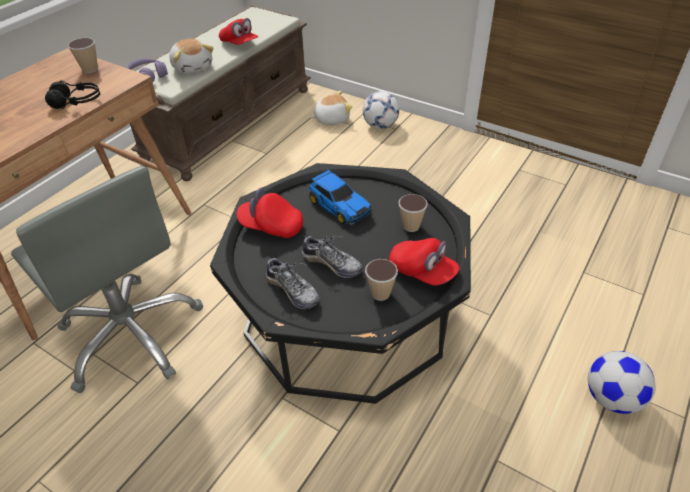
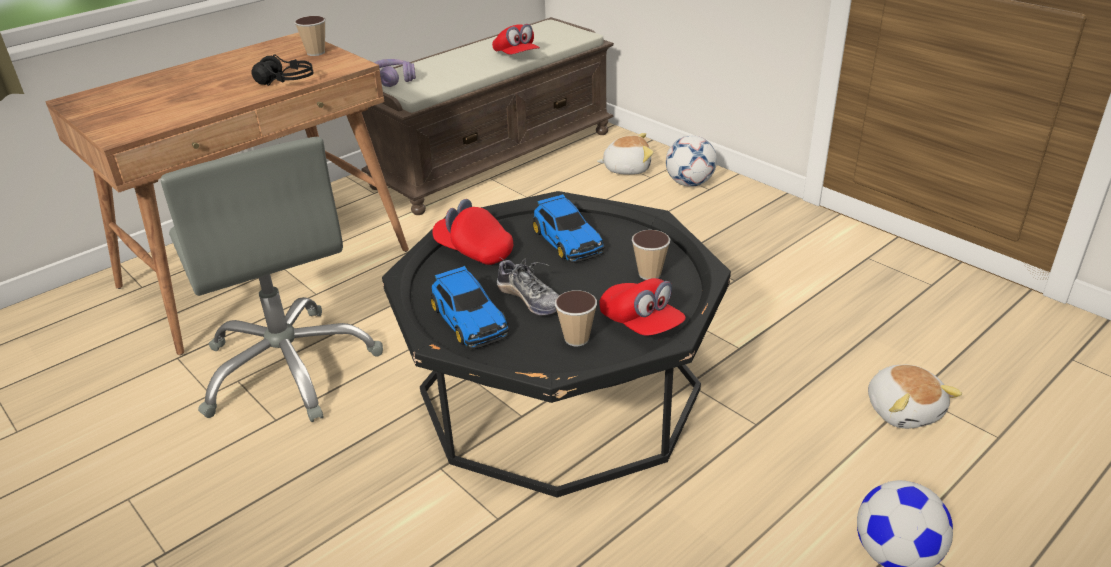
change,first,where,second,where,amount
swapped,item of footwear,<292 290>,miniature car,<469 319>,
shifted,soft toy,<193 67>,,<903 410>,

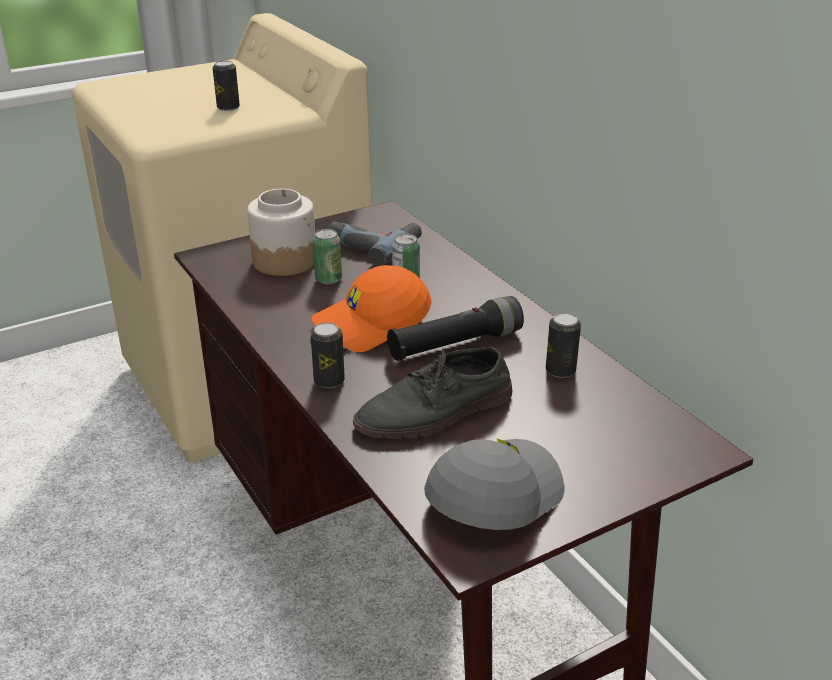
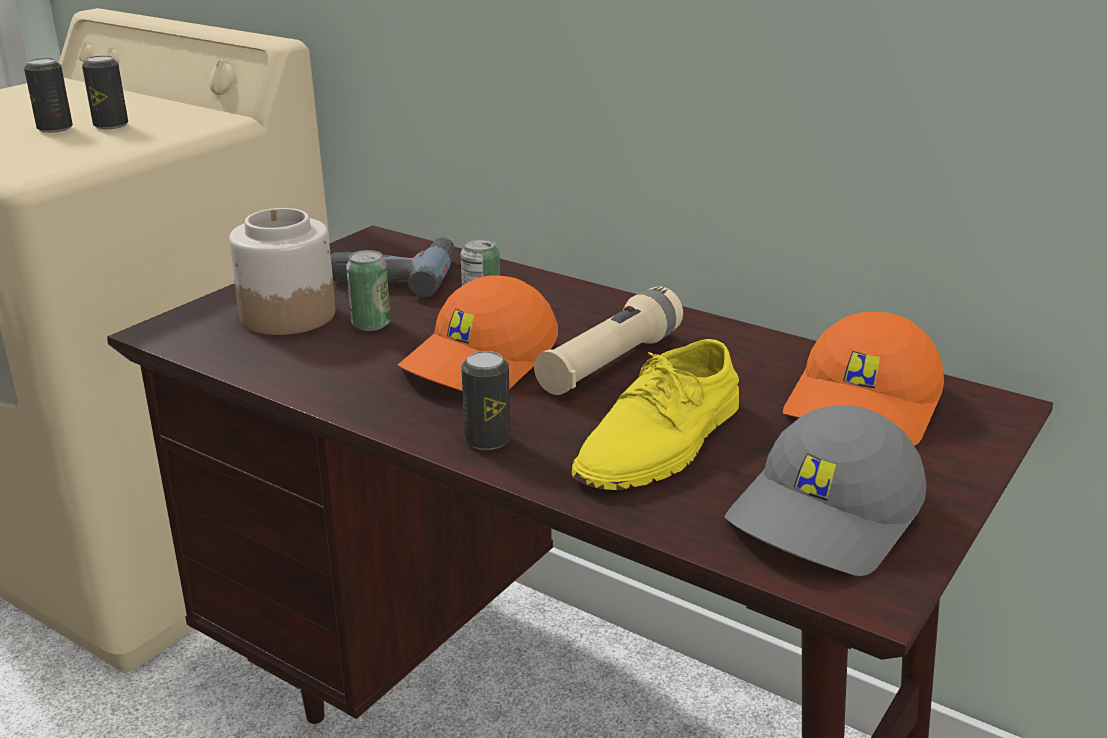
change,first,where,second,where,amount
shifted,metal can,<560 370>,,<55 129>,
repainted,black-coloured torch,<455 345>,beige torch,<610 363>,
repainted,grey item of footwear,<435 412>,yellowish item of footwear,<662 442>,
rotated,grey cap,<492 495>,,<827 518>,150 degrees counterclockwise
new,,,orange cap,<865 407>,

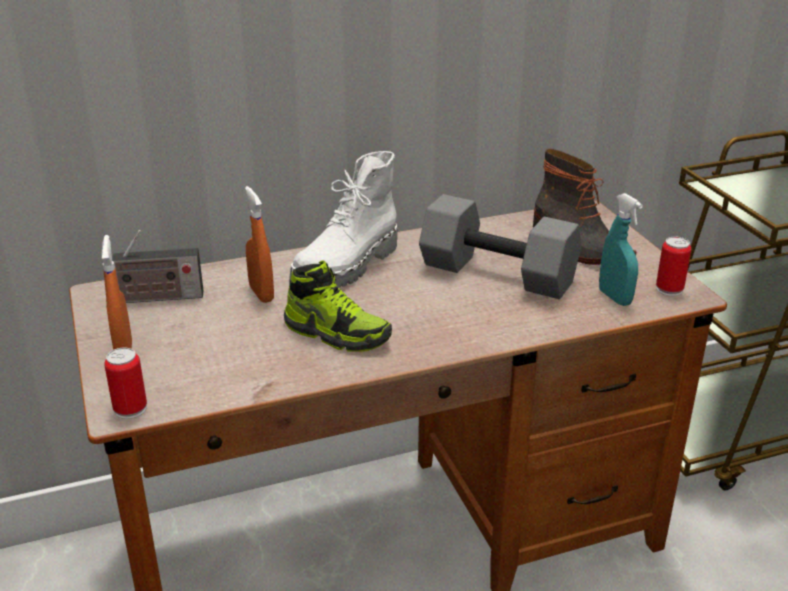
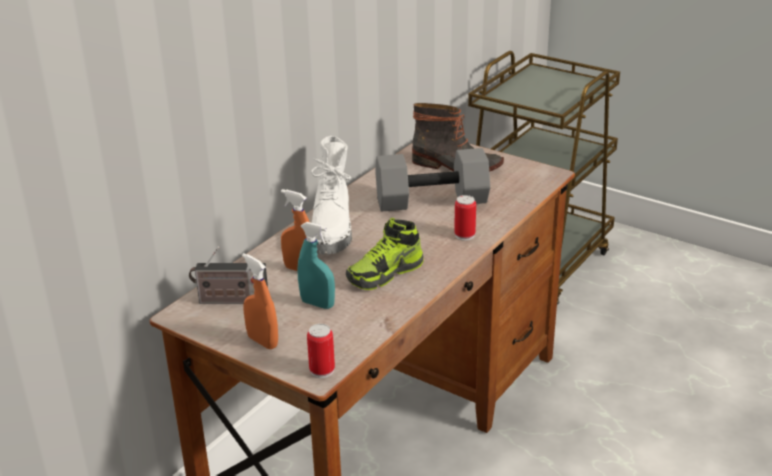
change,first,where,second,where,amount
rotated,radio set,<157 298>,,<230 301>,45 degrees clockwise
shifted,turquoise sprayer,<615 297>,,<317 304>,
rotated,item of footwear,<337 333>,,<385 274>,150 degrees clockwise
shifted,metal can,<669 289>,,<464 235>,

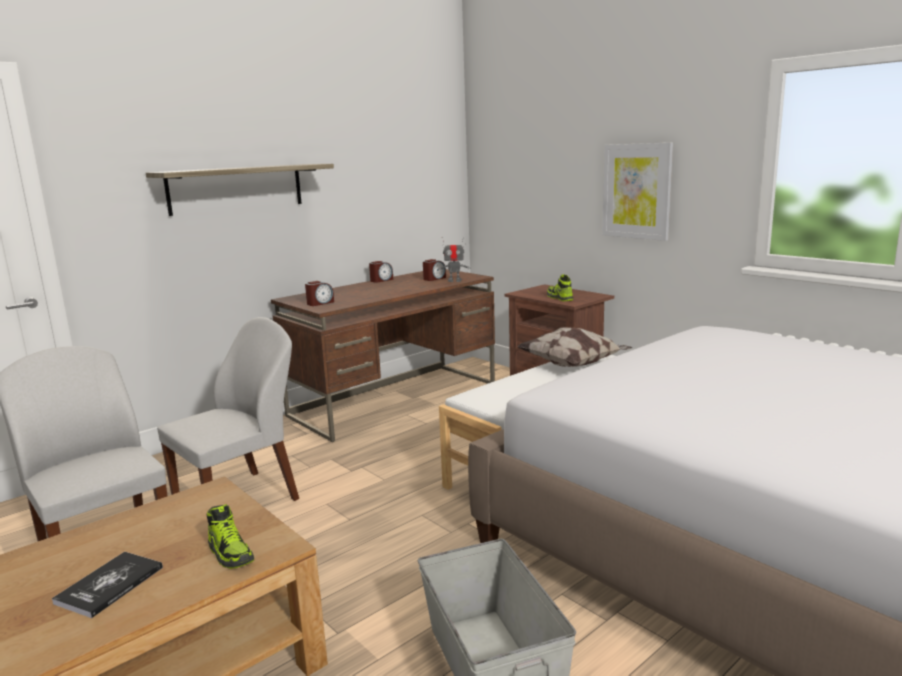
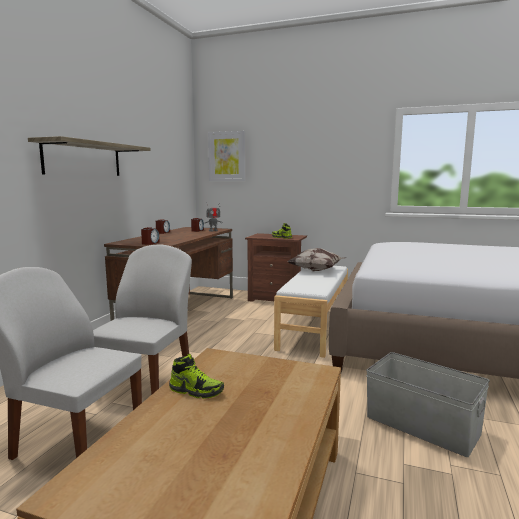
change,first,where,second,where,amount
shifted,item of footwear,<230 553>,,<196 391>,
shifted,wall art,<637 191>,,<227 156>,
gone,book,<110 585>,,,

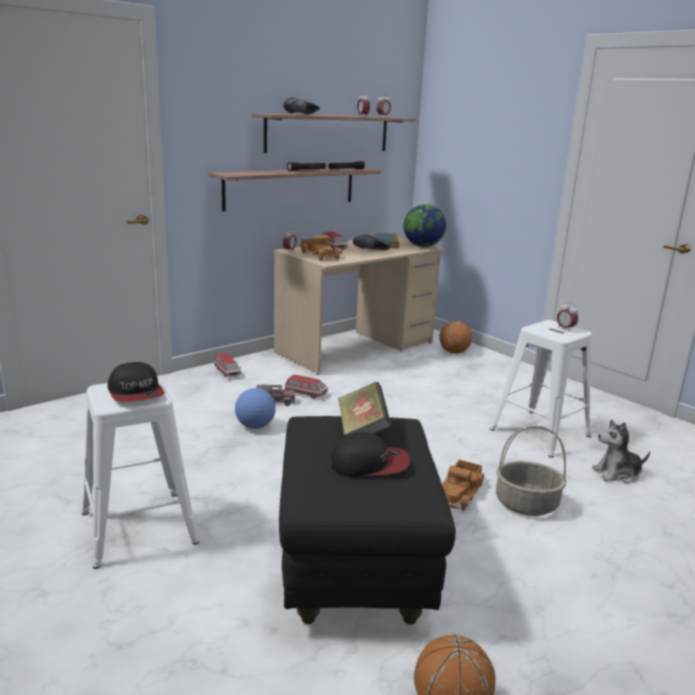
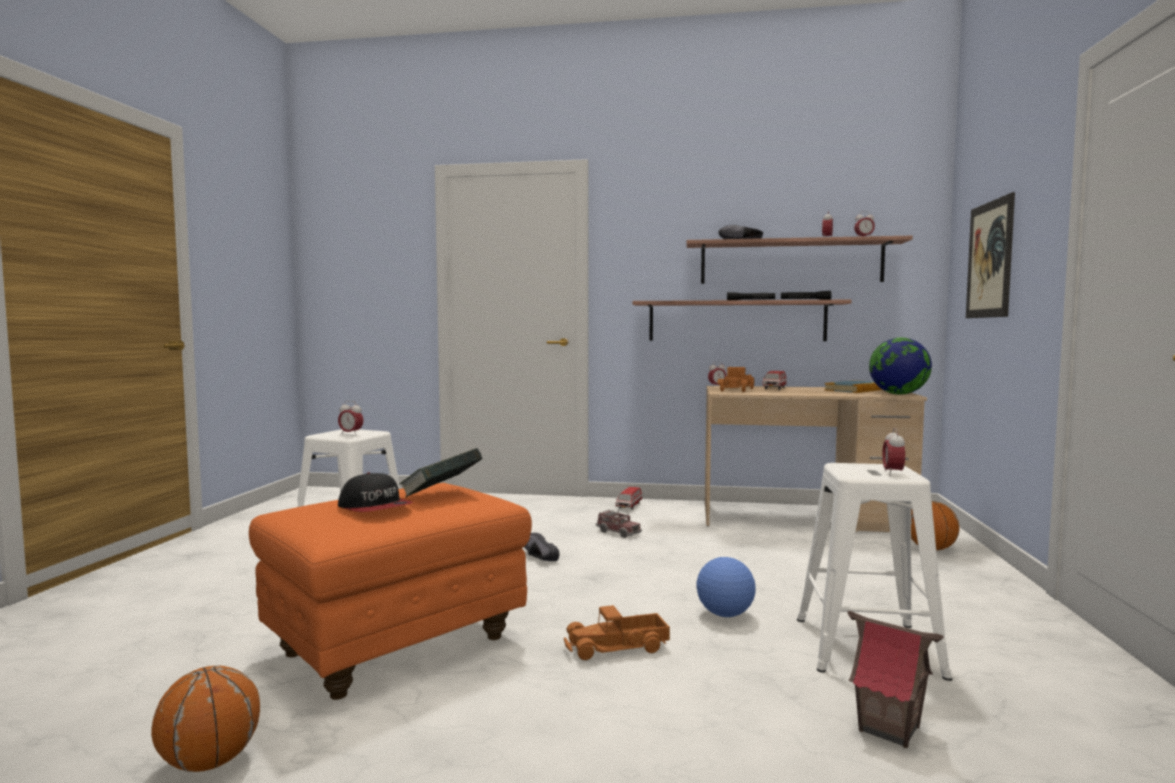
change,first,where,second,where,amount
repainted,black-coloured footrest,<353 567>,orange footrest,<397 646>,
swapped,cap,<136 393>,alarm clock,<351 434>,
shifted,black-coloured item of footwear,<372 250>,,<535 557>,
shifted,football,<255 426>,,<725 614>,
swapped,soft toy,<617 474>,miniature house,<889 729>,
new,,,wall art,<989 260>,
gone,miniature car,<306 393>,,,
gone,storage basket,<525 504>,,,

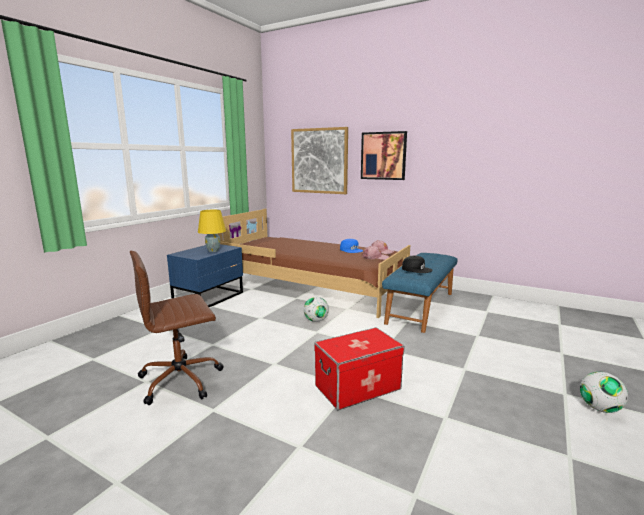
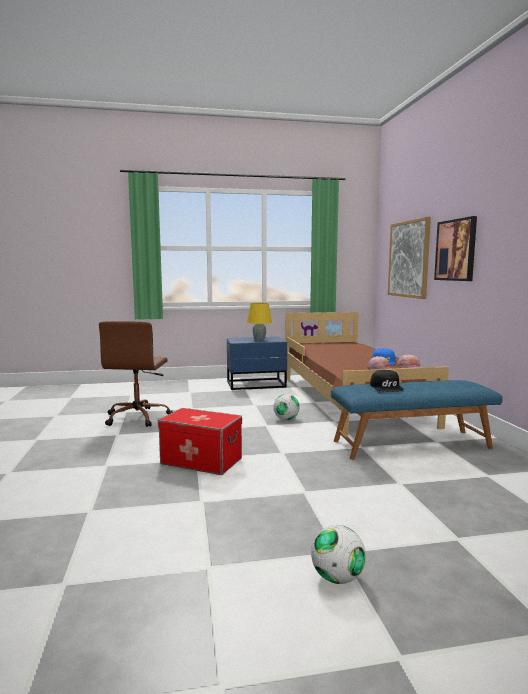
change,first,where,second,where,amount
rotated,brownish desk chair,<182 380>,,<138 417>,105 degrees counterclockwise

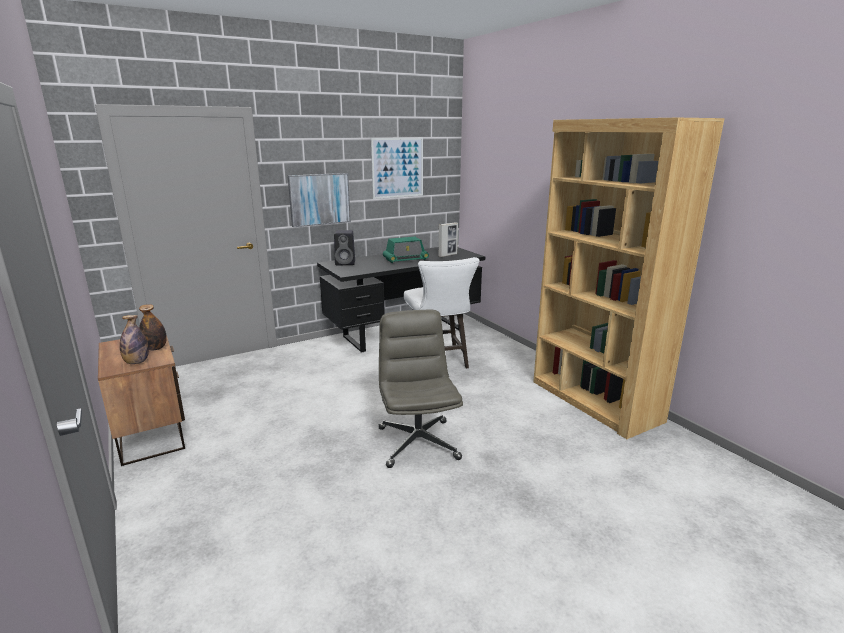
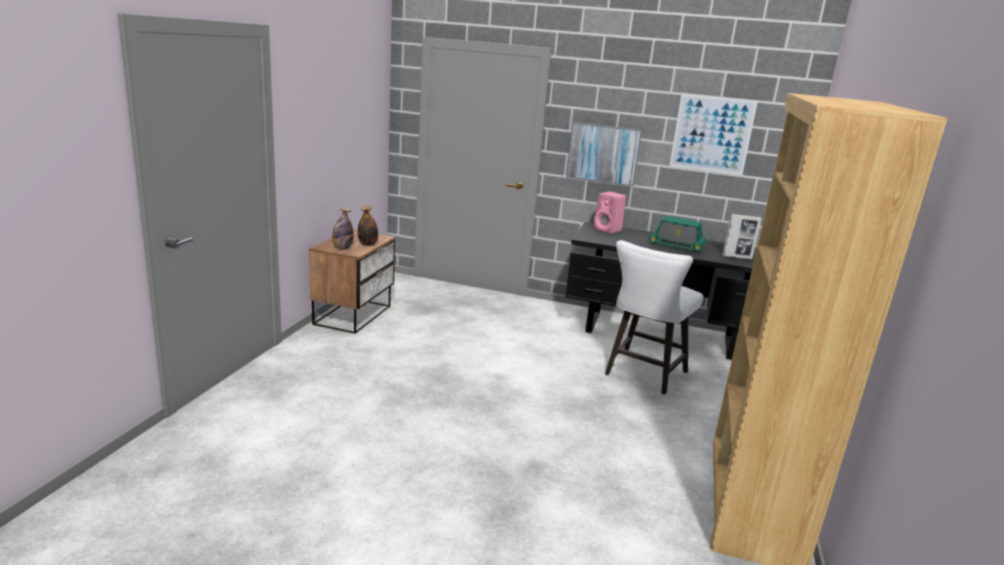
change,first,where,second,where,amount
repainted,black-coloured audio speaker,<346 263>,pink audio speaker,<608 230>,
gone,grey desk chair,<417 442>,,,

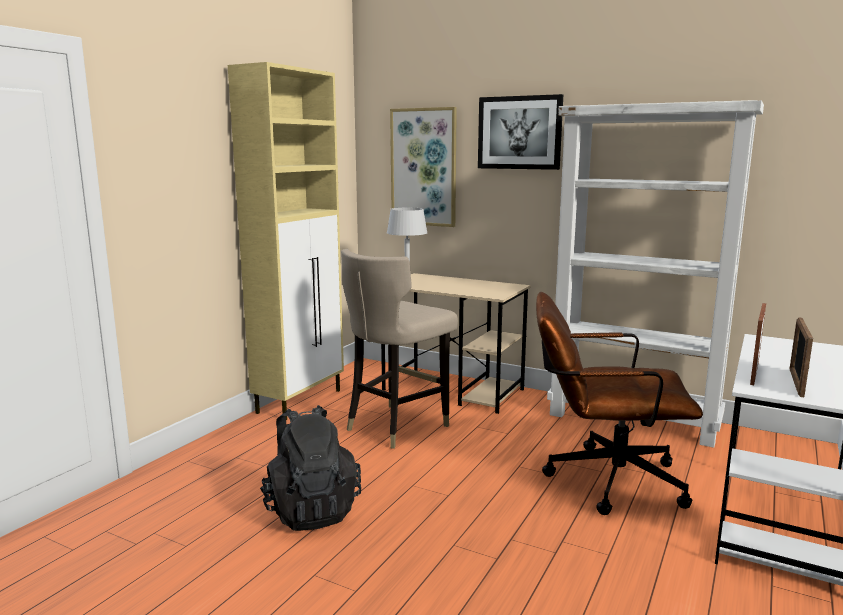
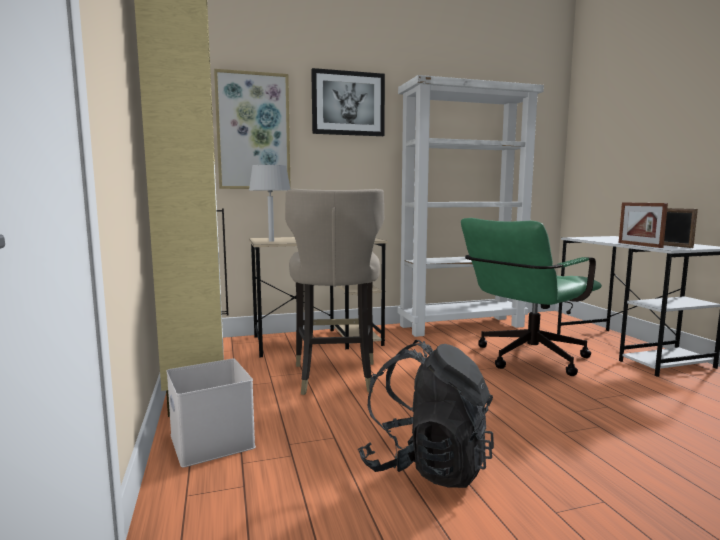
change,first,where,second,where,amount
new,,,white-coloured storage container,<210 440>,
repainted,brownish desk chair,<602 479>,green desk chair,<525 359>,

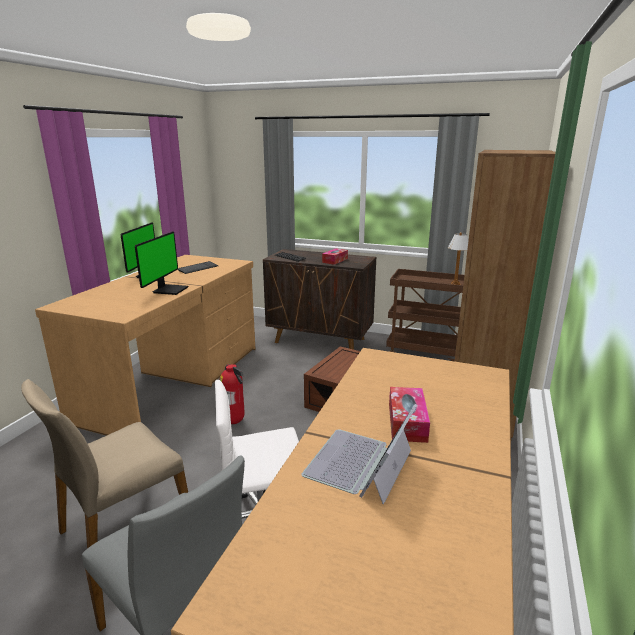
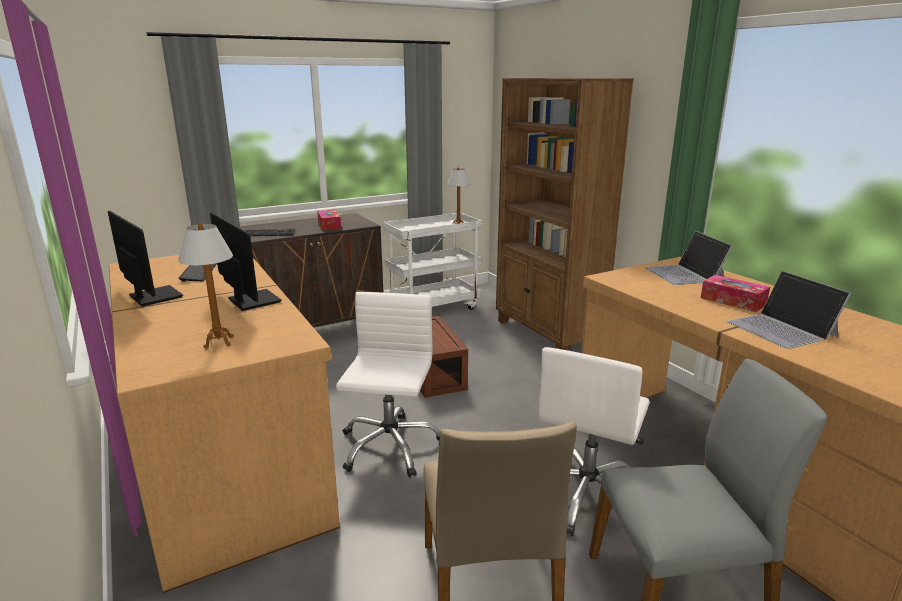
change,first,where,second,where,amount
new,,,lamp for a table,<219 342>,
swapped,fire extinguisher,<235 422>,white-coloured desk chair,<389 446>,
repainted,brownish cart,<427 354>,white-coloured cart,<433 308>,
new,,,notebook computer,<684 274>,

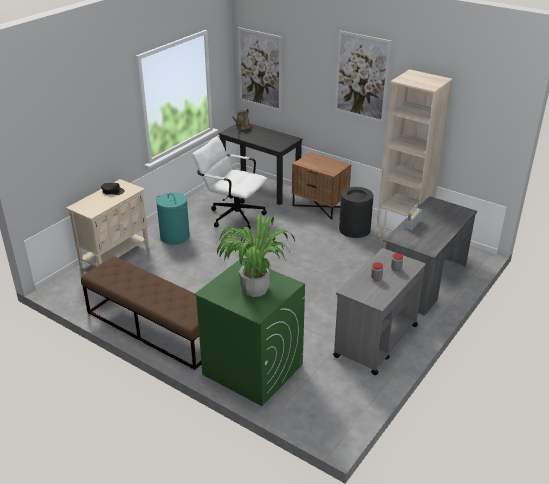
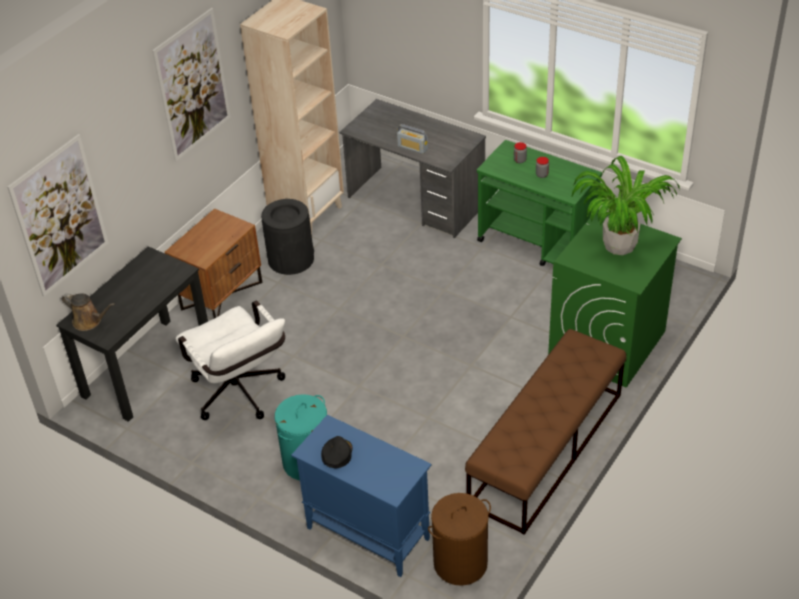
change,first,where,second,where,amount
rotated,white-coloured desk chair,<232 215>,,<241 396>,60 degrees counterclockwise
repainted,beige cabinet,<115 256>,bluish cabinet,<367 533>,
new,,,brownish laundry basket,<460 563>,
repainted,grey cart,<375 341>,green cart,<537 244>,

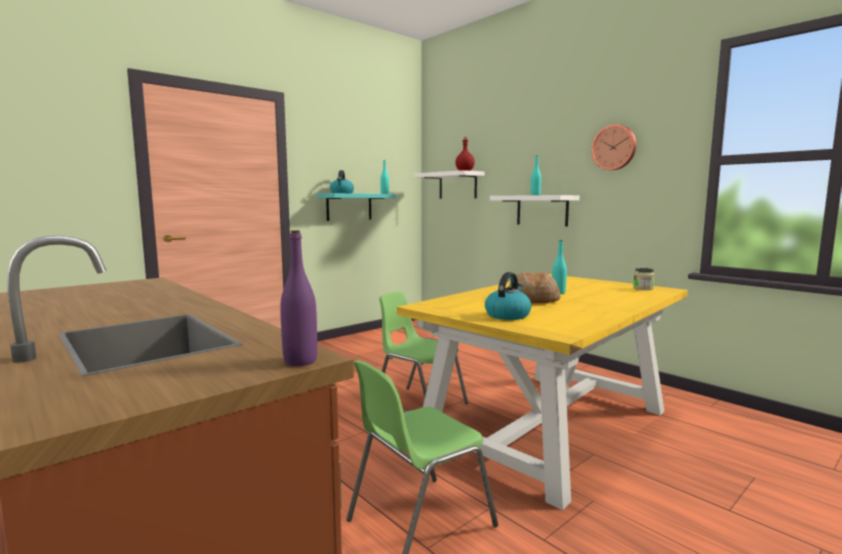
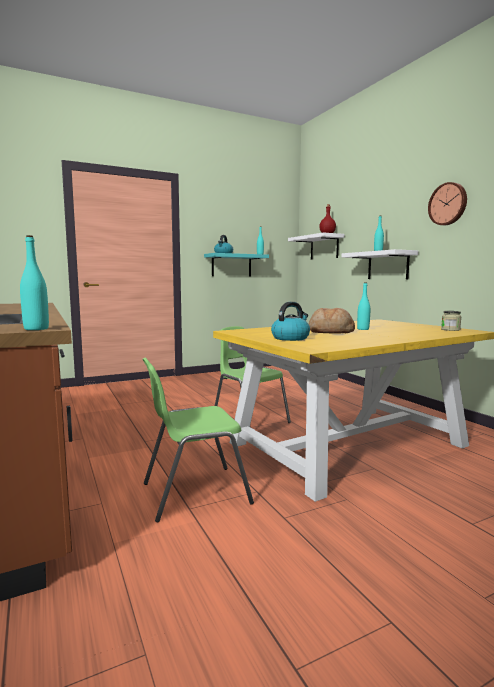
change,first,where,second,where,amount
repainted,purple-coloured beverage bottle,<300 361>,turquoise beverage bottle,<36 329>,

